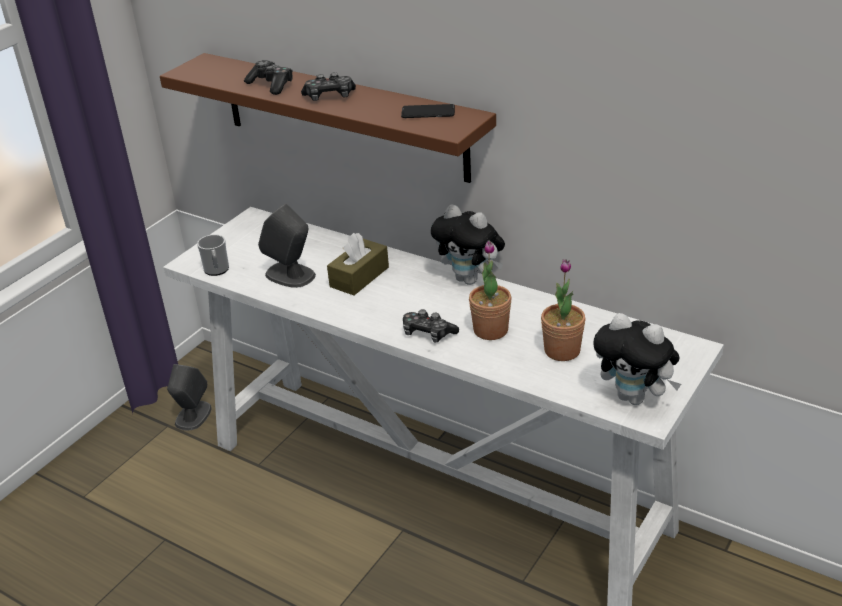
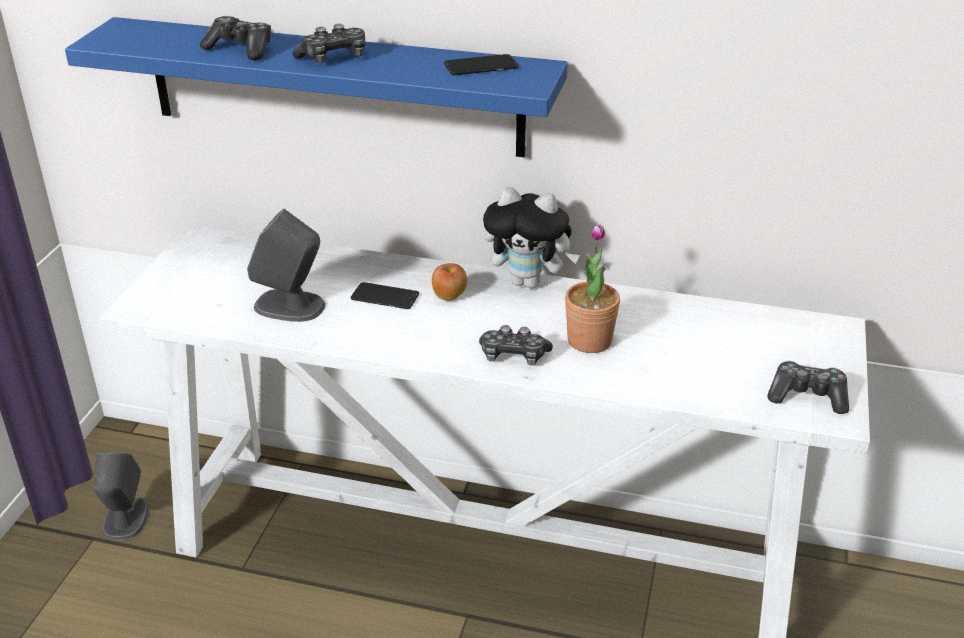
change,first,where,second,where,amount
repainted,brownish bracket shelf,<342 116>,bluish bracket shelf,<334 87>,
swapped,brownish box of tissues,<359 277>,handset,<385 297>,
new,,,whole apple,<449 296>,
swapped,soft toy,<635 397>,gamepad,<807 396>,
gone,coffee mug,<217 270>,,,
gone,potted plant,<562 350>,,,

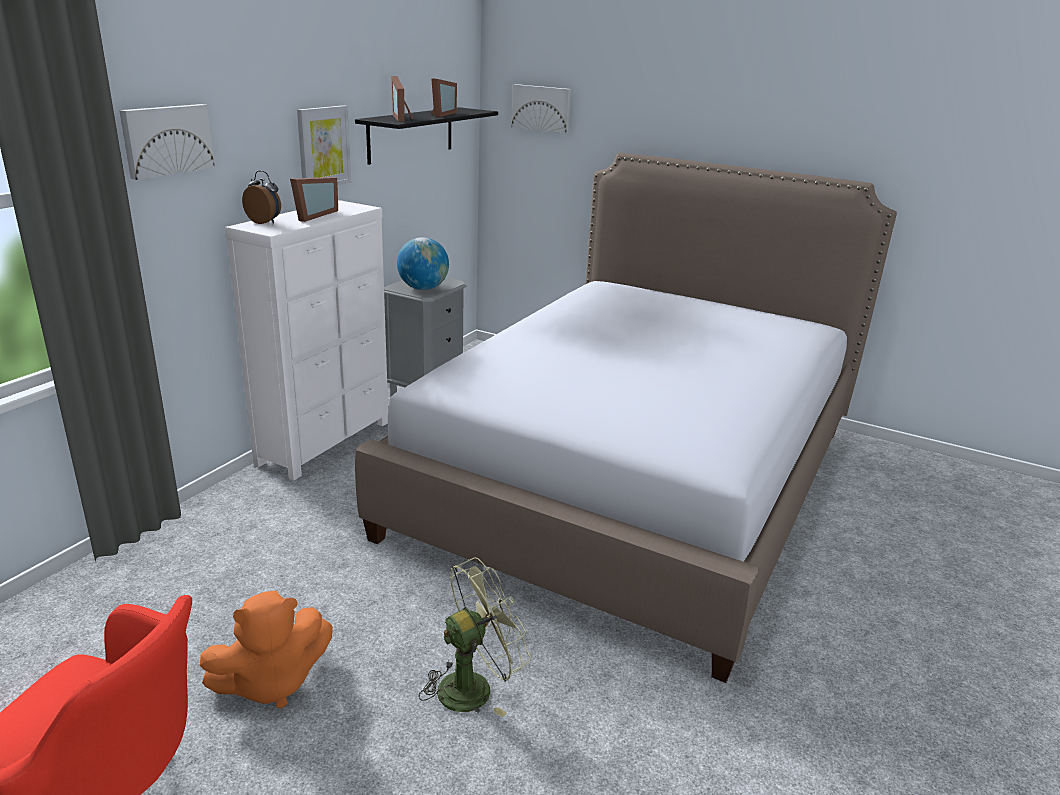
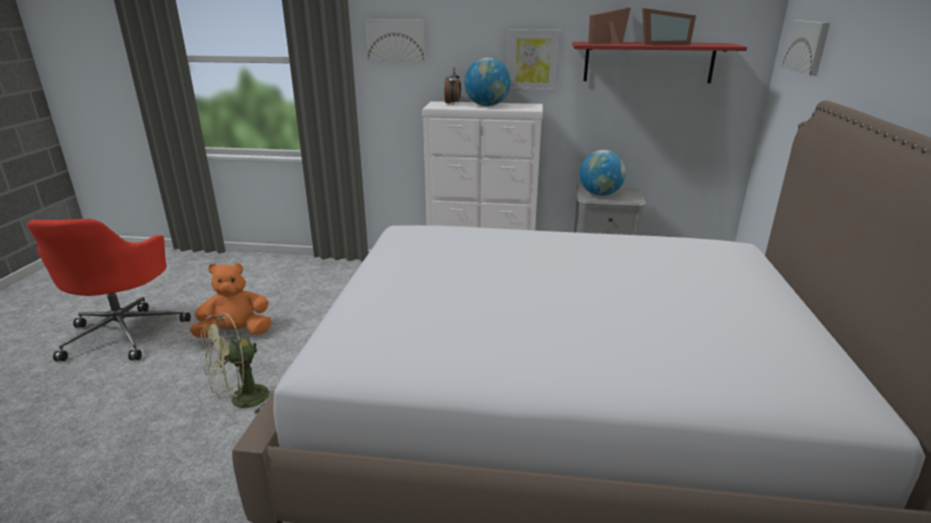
change,first,where,second,where,amount
rotated,orange soft toy,<272 682>,,<236 333>,120 degrees clockwise
rotated,green cooling fan,<474 686>,,<242 401>,105 degrees clockwise
swapped,photo frame,<311 215>,desk globe,<487 105>,
repainted,black-coloured bracket shelf,<411 134>,red bracket shelf,<648 62>,

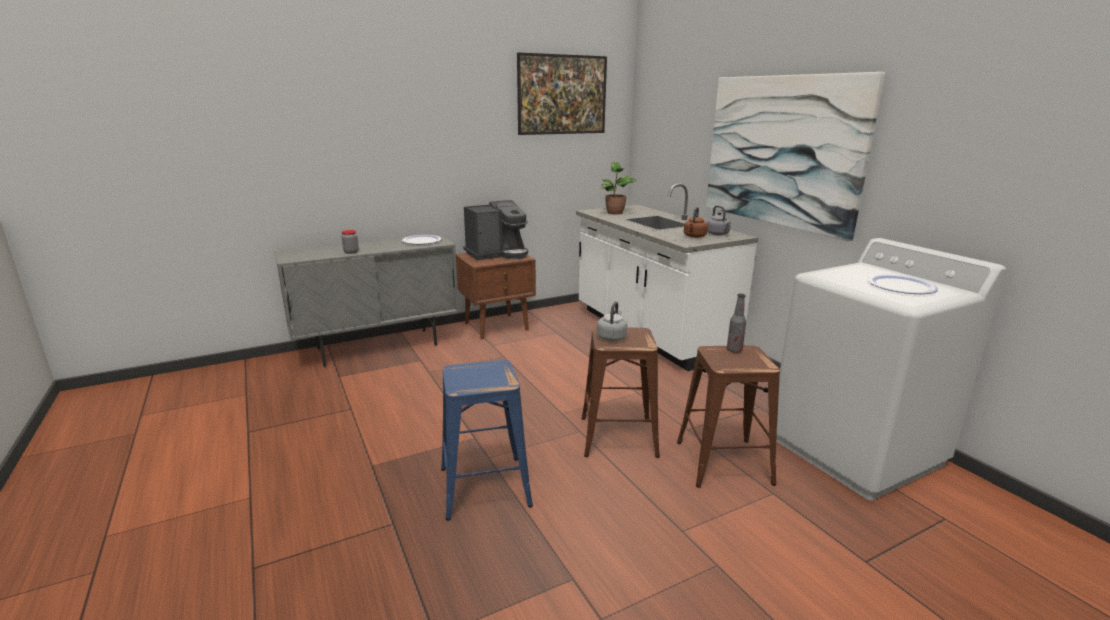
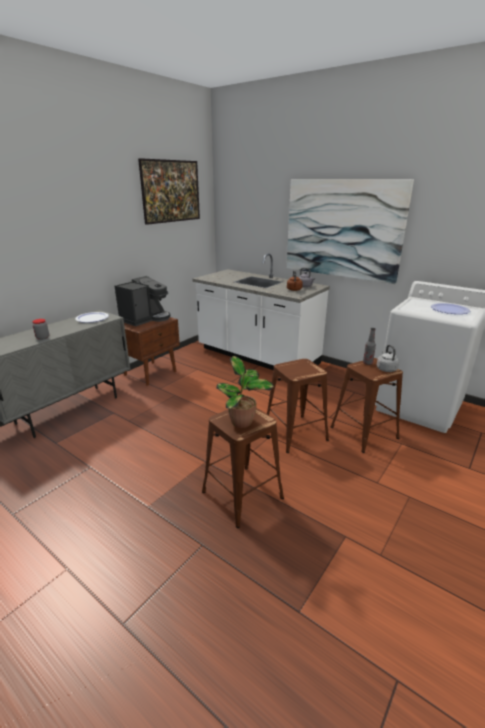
change,first,where,second,where,amount
repainted,bluish stool,<484 485>,brownish stool,<242 494>,
shifted,potted plant,<615 213>,,<243 422>,
shifted,grey kettle,<612 337>,,<386 369>,

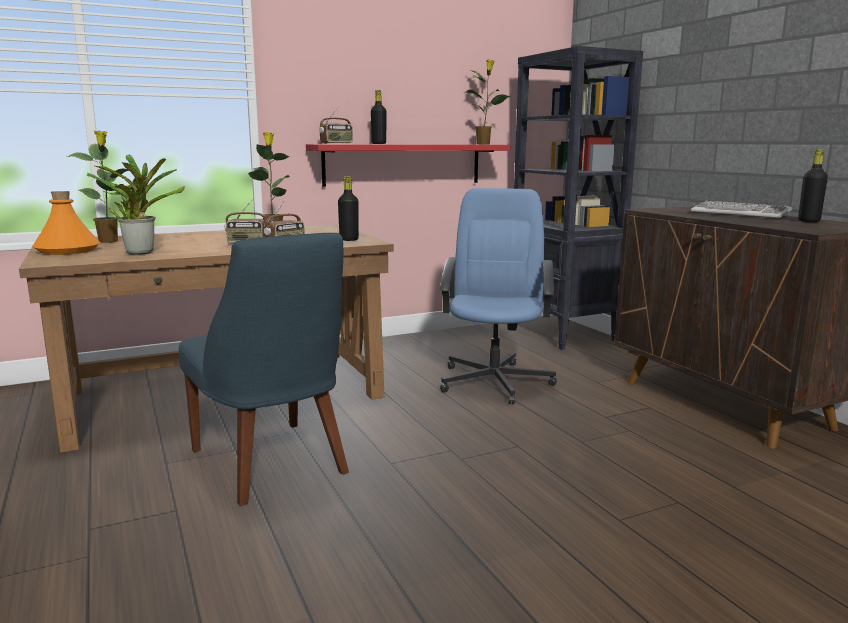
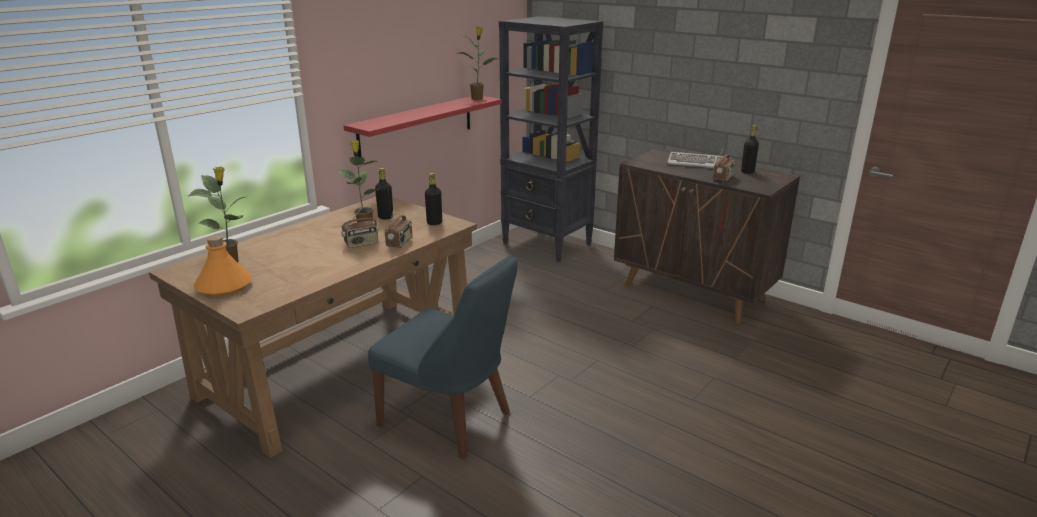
change,first,where,second,where,amount
shifted,black-coloured beverage bottle,<378 144>,,<385 217>,
shifted,radio set,<336 144>,,<723 178>,
gone,potted plant,<140 252>,,,
gone,bluish desk chair,<495 381>,,,

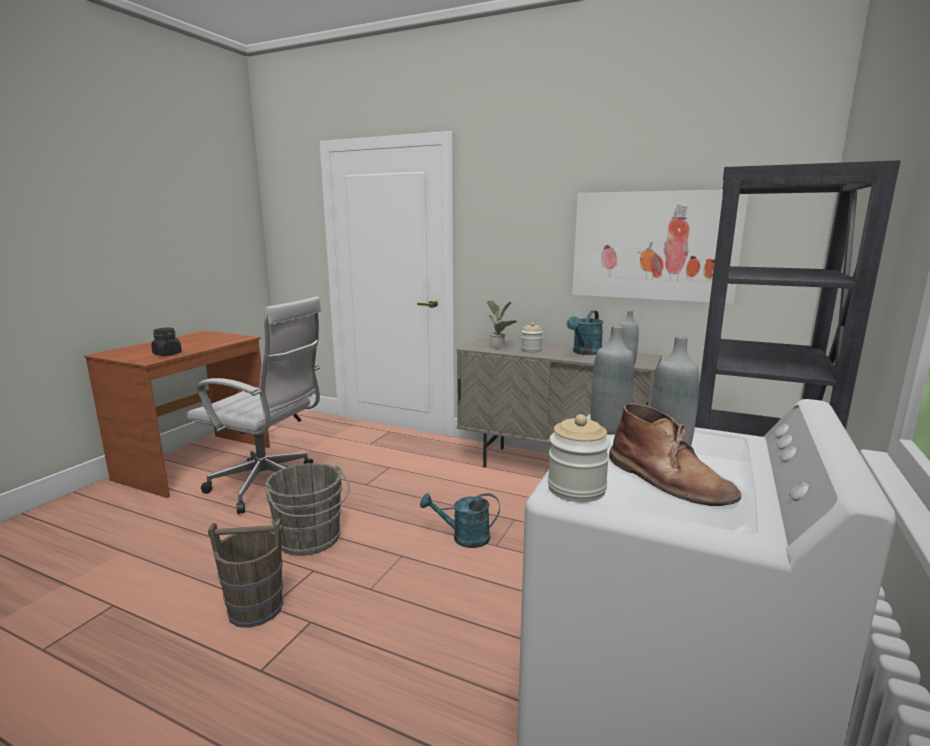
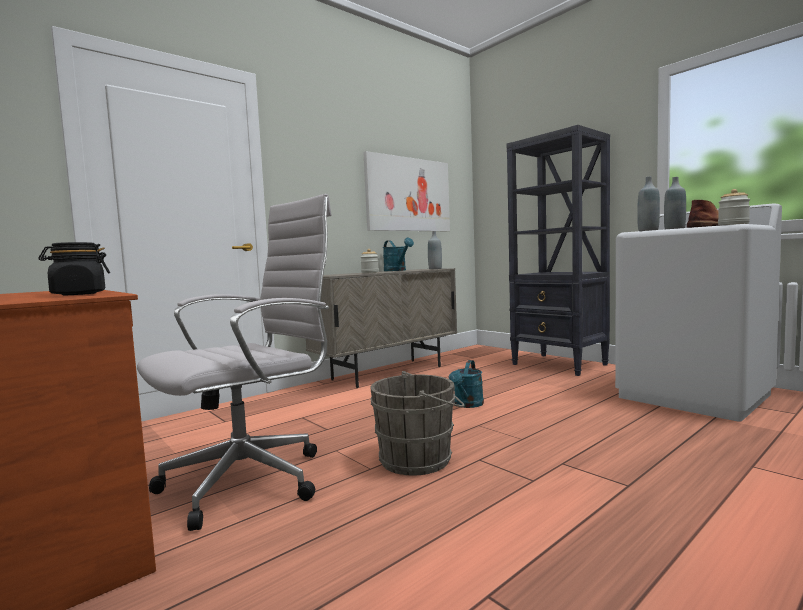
change,first,where,second,where,amount
gone,brownish water bucket,<255 609>,,,
gone,potted plant,<500 346>,,,

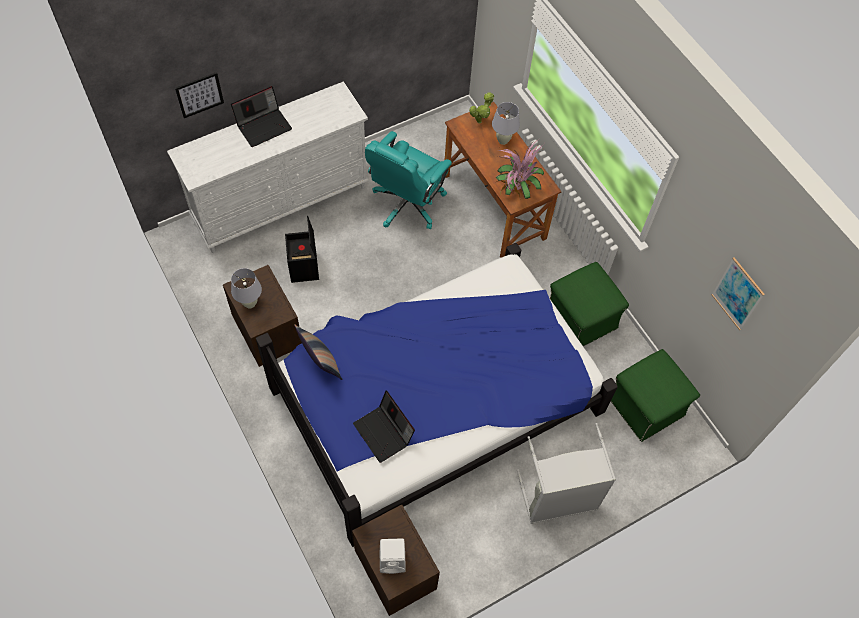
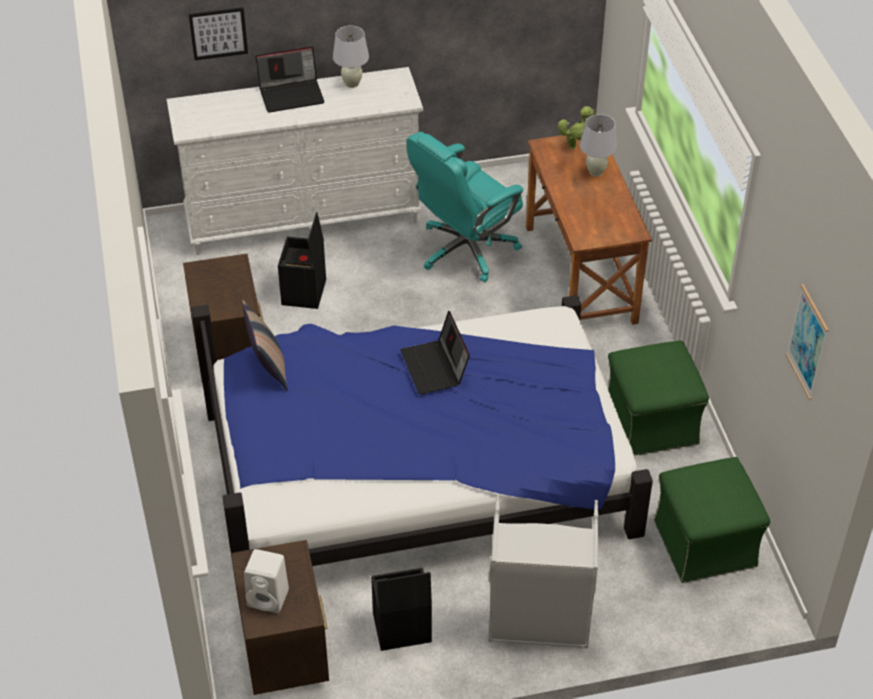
change,first,where,second,where,amount
shifted,white-coloured lamp for a table,<250 303>,,<352 84>,
new,,,black-coloured storage container,<401 629>,
shifted,notebook computer,<384 433>,,<435 368>,
gone,potted plant,<516 191>,,,

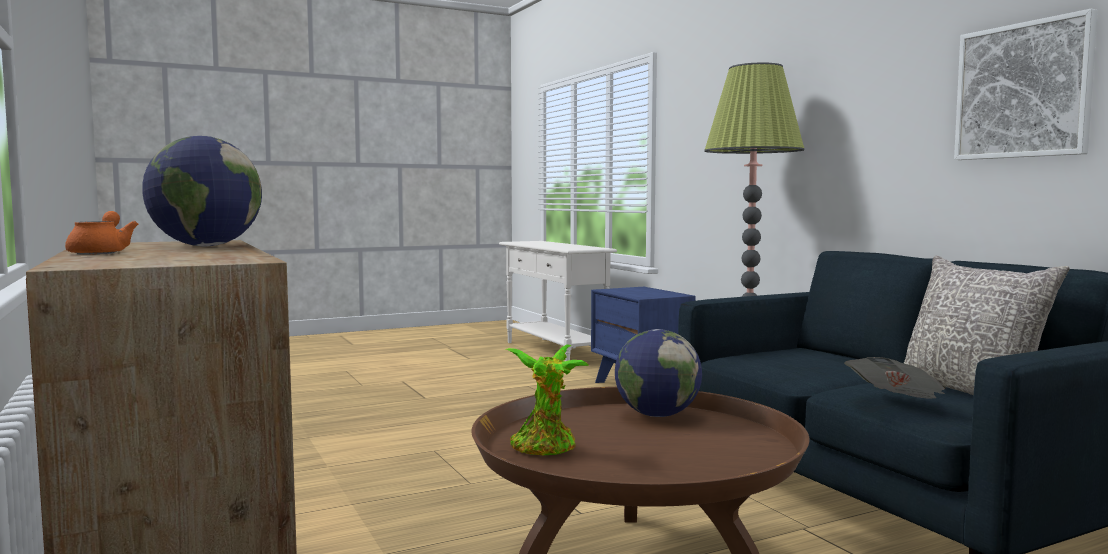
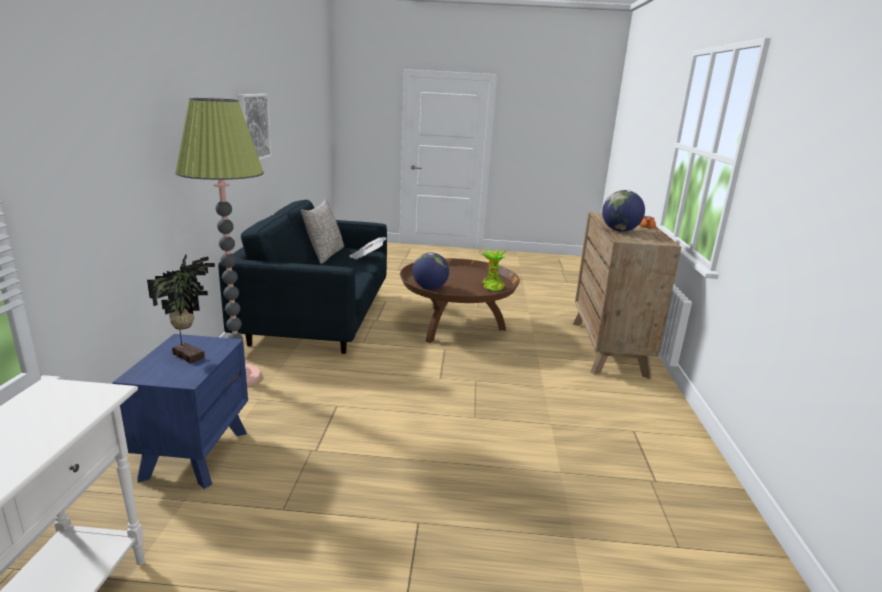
change,first,where,second,where,amount
new,,,potted plant,<190 355>,

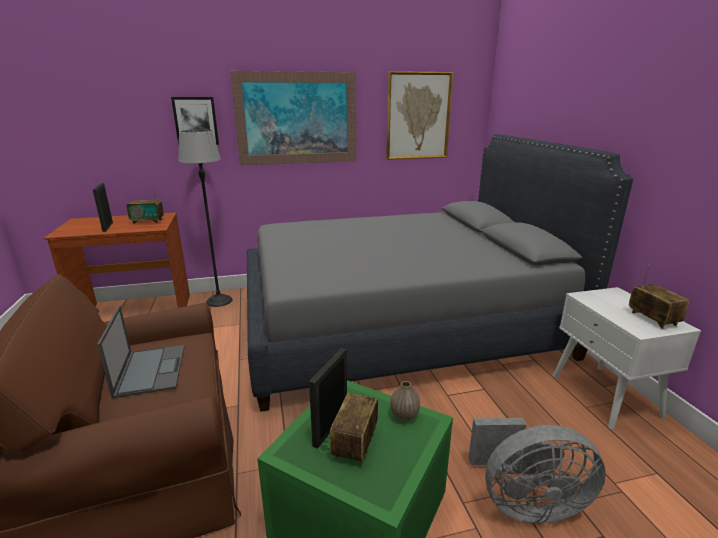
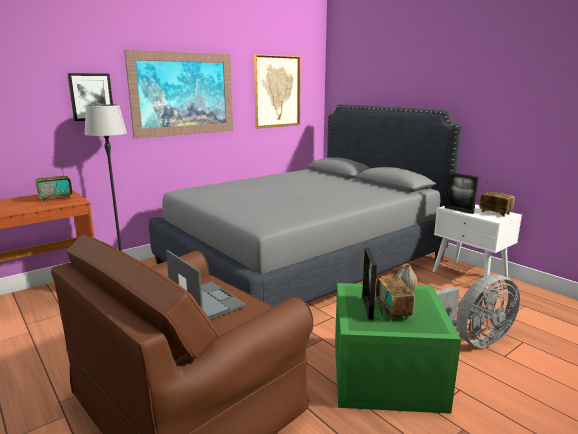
change,first,where,second,where,amount
shifted,photo frame,<107 227>,,<459 210>,

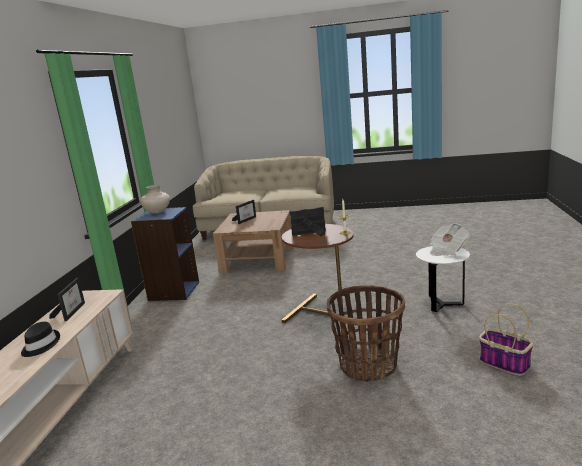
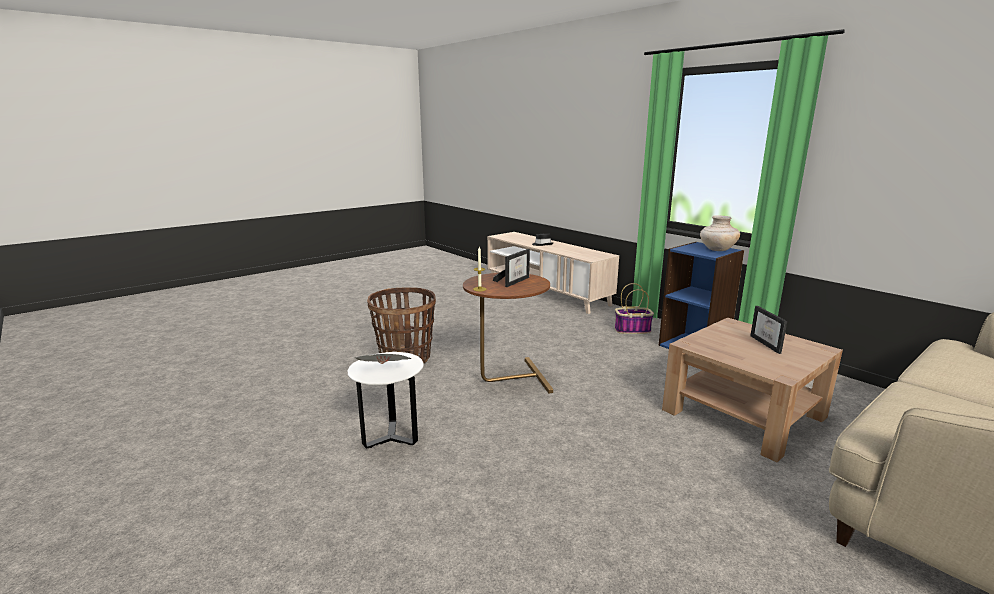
change,first,where,second,where,amount
shifted,storage basket,<503 363>,,<632 330>,
gone,photo frame,<71 311>,,,

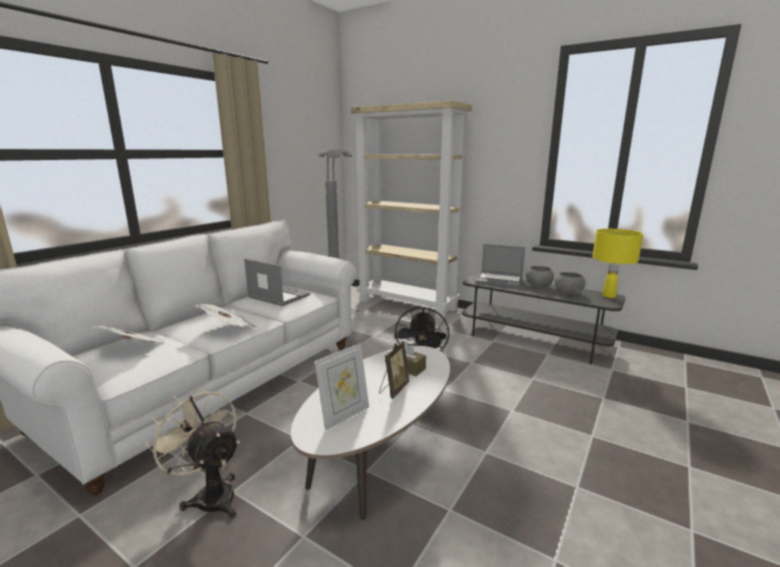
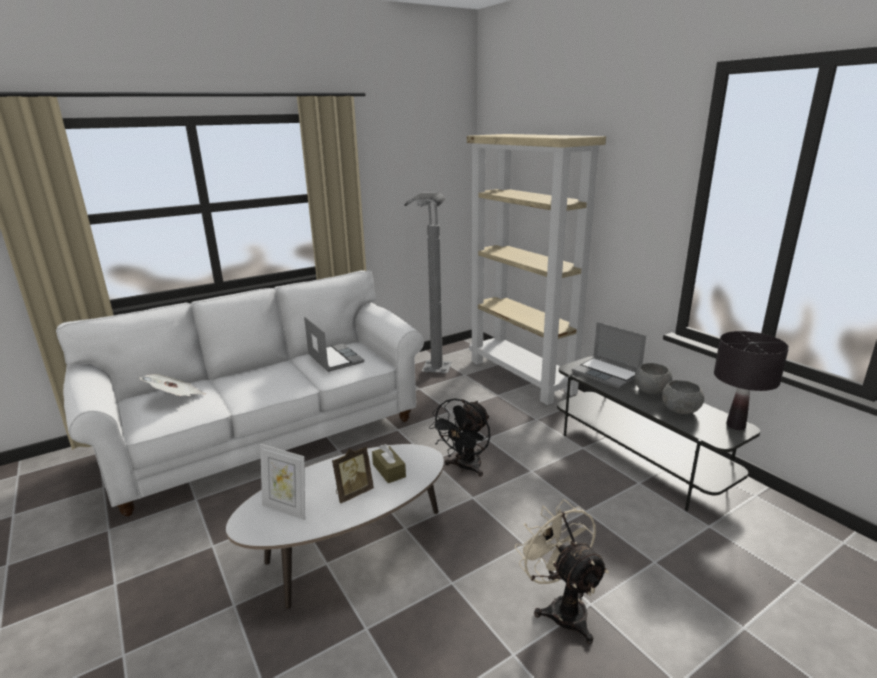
change,first,where,second,where,amount
rotated,photo frame,<344 416>,,<286 509>,45 degrees clockwise
shifted,beige cooling fan,<210 494>,,<561 608>,
repainted,yellowish lamp for a table,<608 296>,black-coloured lamp for a table,<735 425>,
gone,daily paper,<229 329>,,,

